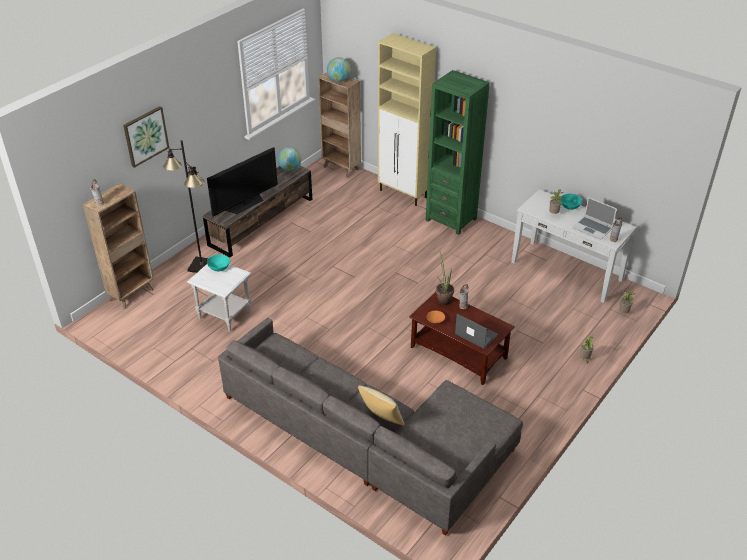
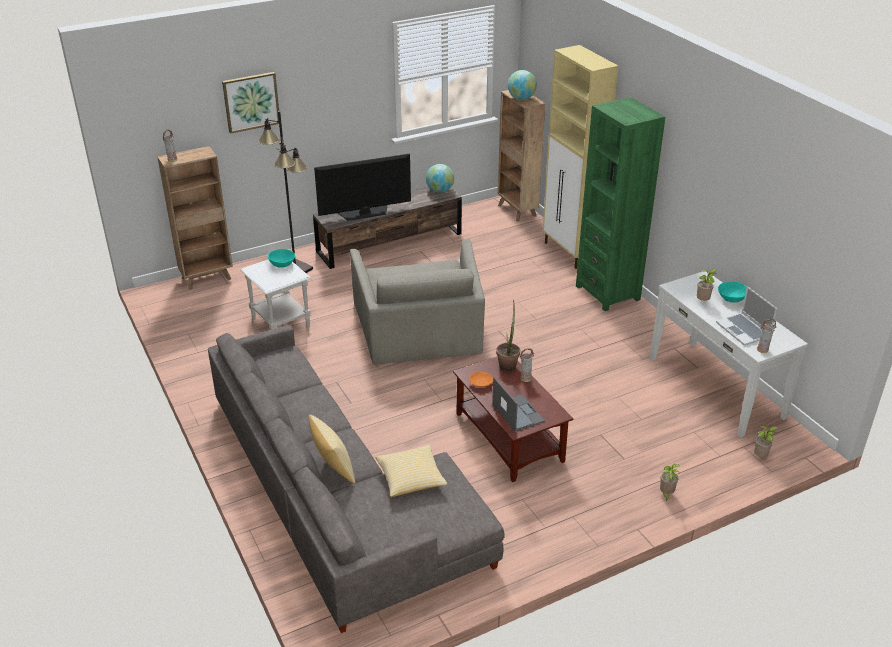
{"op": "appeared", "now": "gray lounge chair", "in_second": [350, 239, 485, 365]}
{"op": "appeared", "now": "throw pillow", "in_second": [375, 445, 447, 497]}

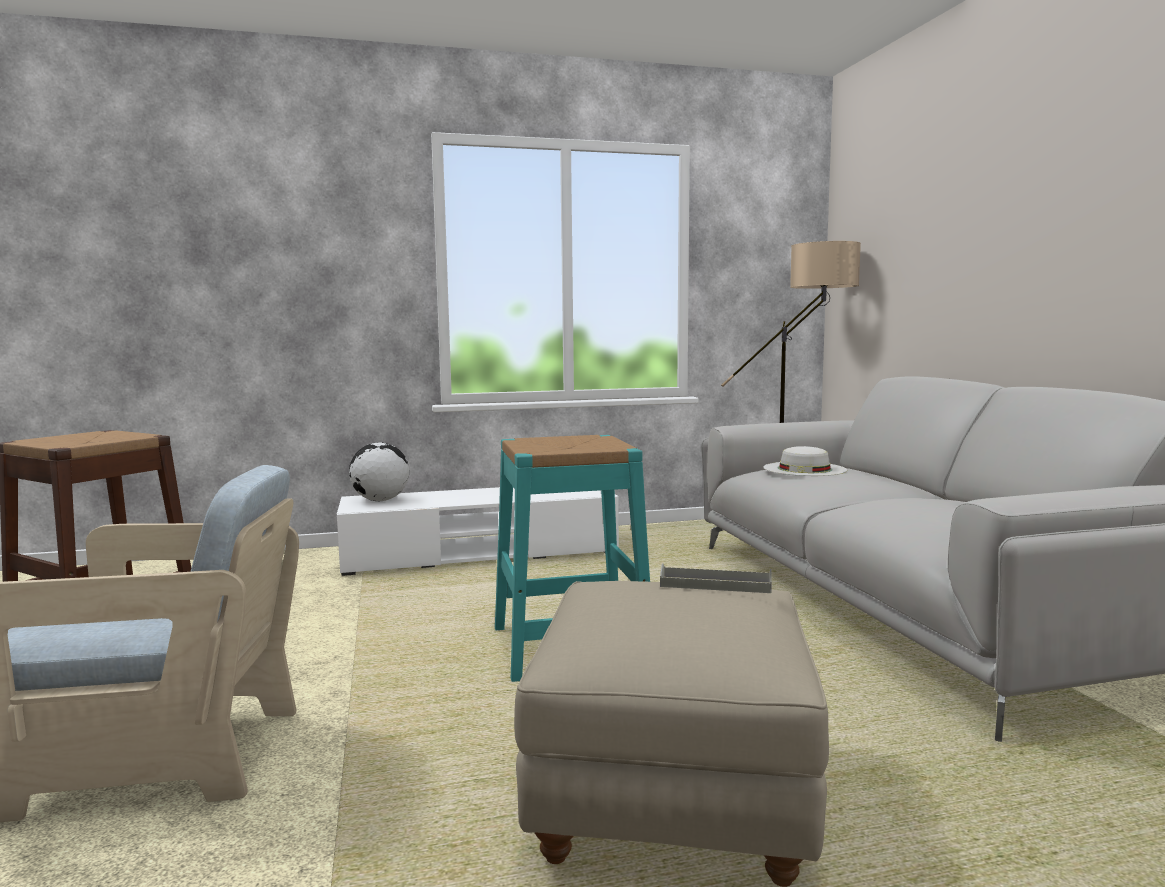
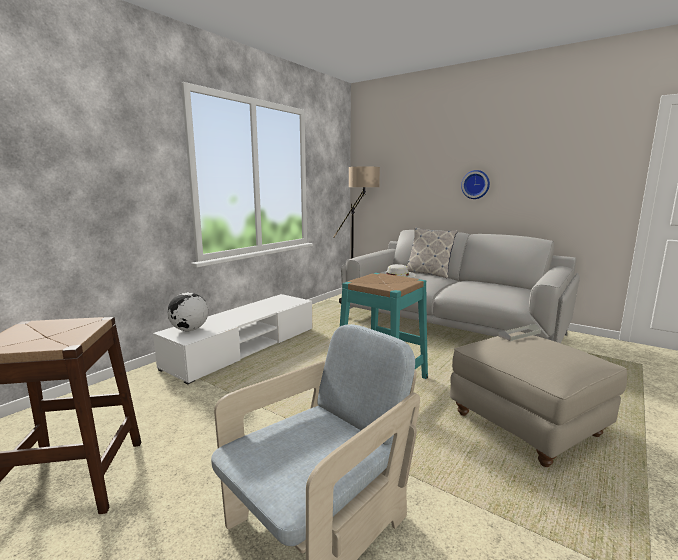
{"op": "appeared", "now": "hanging clock", "in_second": [461, 170, 490, 199]}
{"op": "appeared", "now": "throw pillow", "in_second": [407, 227, 458, 278]}

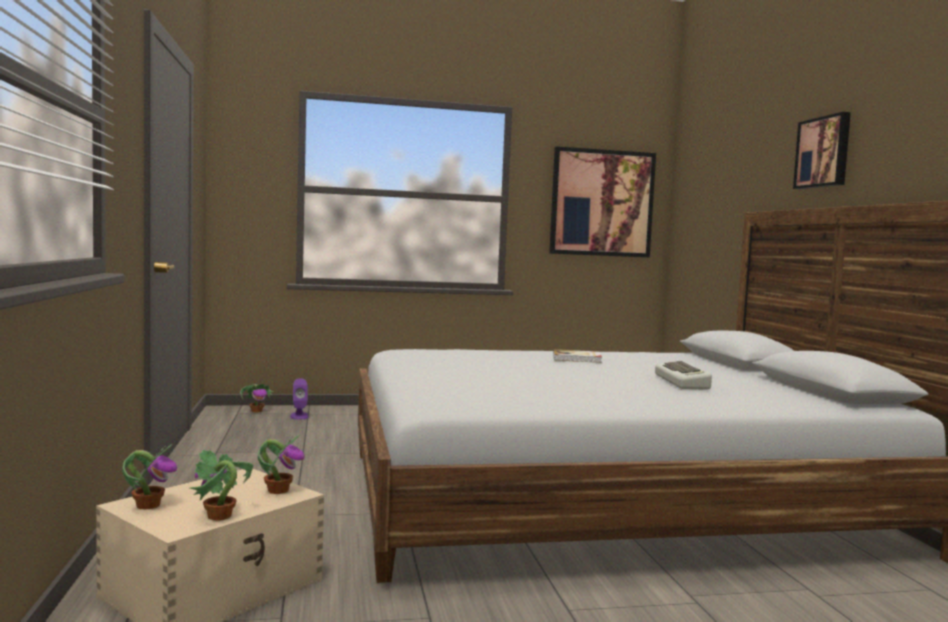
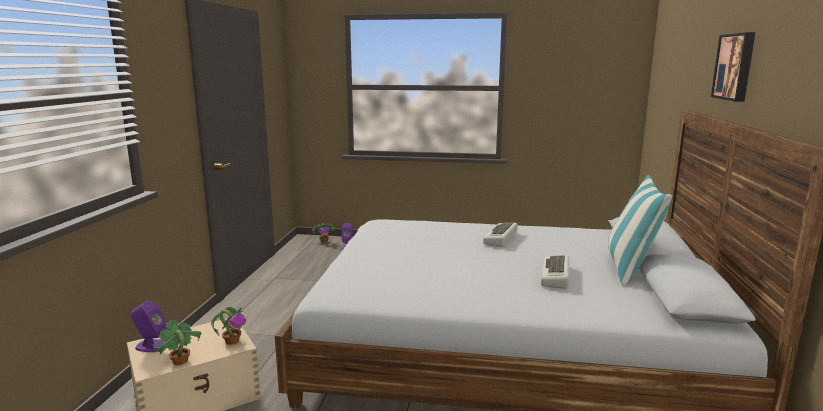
{"op": "missing", "was": "wall art", "in_first": [549, 146, 656, 257]}
{"op": "exchanged", "was": "bound book", "now": "computer keyboard", "in_first": [553, 349, 602, 363], "in_second": [483, 223, 518, 247]}
{"op": "exchanged", "was": "potted plant", "now": "purple-coloured loudspeaker", "in_first": [122, 444, 177, 509], "in_second": [131, 301, 167, 352]}
{"op": "appeared", "now": "throw pillow", "in_second": [608, 175, 672, 285]}

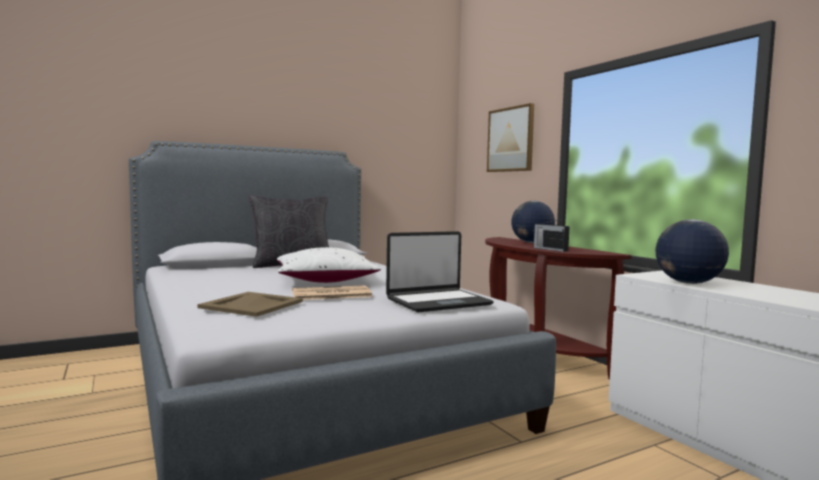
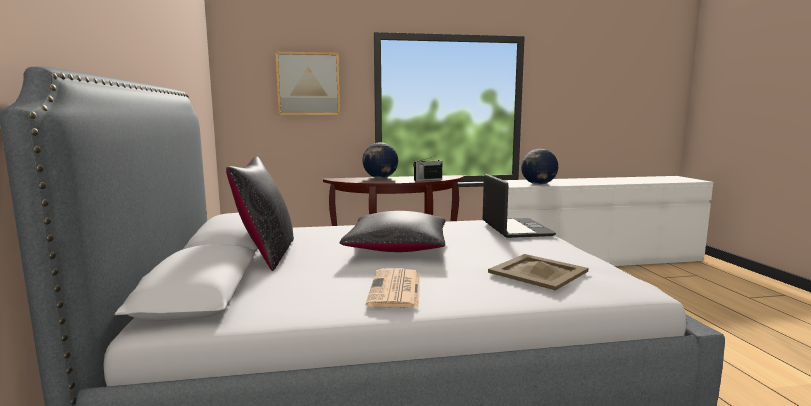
{"op": "colour", "was": "white-coloured throw pillow", "now": "black throw pillow", "in_first": [277, 247, 381, 283], "in_second": [340, 211, 445, 252]}
{"op": "relocated", "was": "newspaper", "in_first": [292, 285, 373, 300], "in_second": [366, 269, 420, 308]}

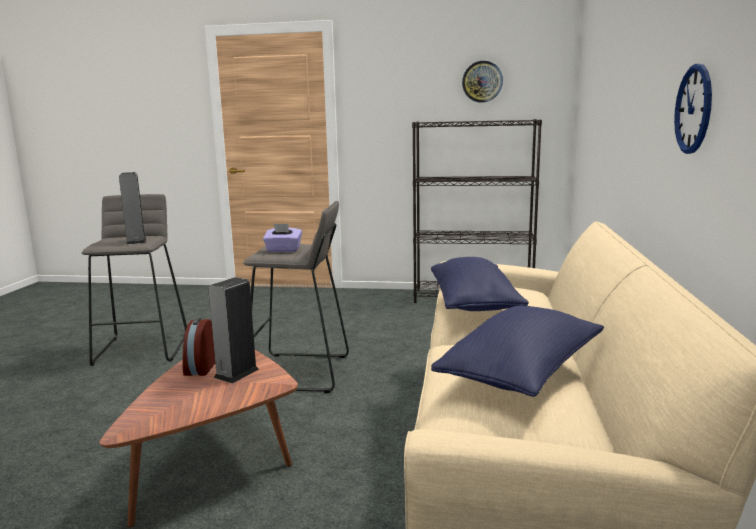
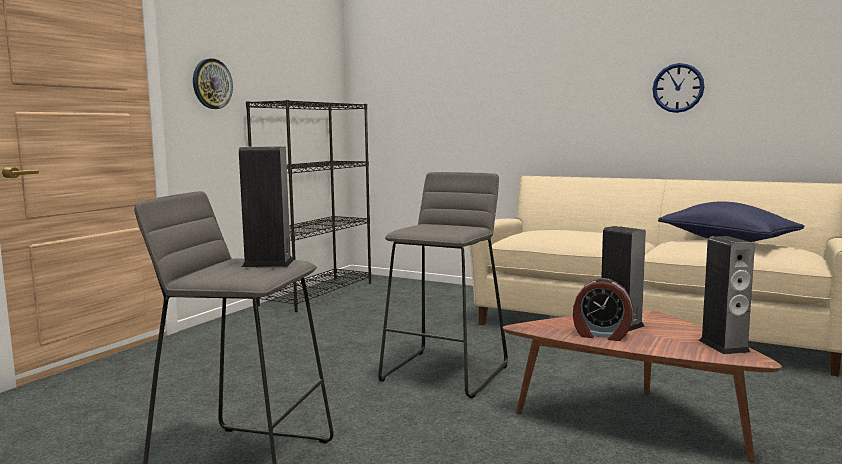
{"op": "relocated", "was": "hanging clock", "in_first": [462, 61, 503, 103], "in_second": [193, 58, 233, 109]}
{"op": "missing", "was": "purple-coloured tissue box", "in_first": [263, 224, 302, 252]}
{"op": "missing", "was": "bluish throw pillow", "in_first": [431, 257, 529, 311]}
{"op": "appeared", "now": "loudspeaker", "in_second": [698, 236, 755, 354]}

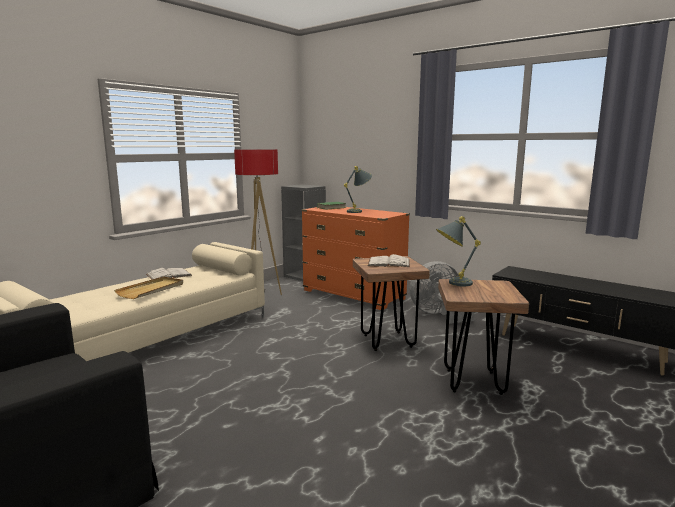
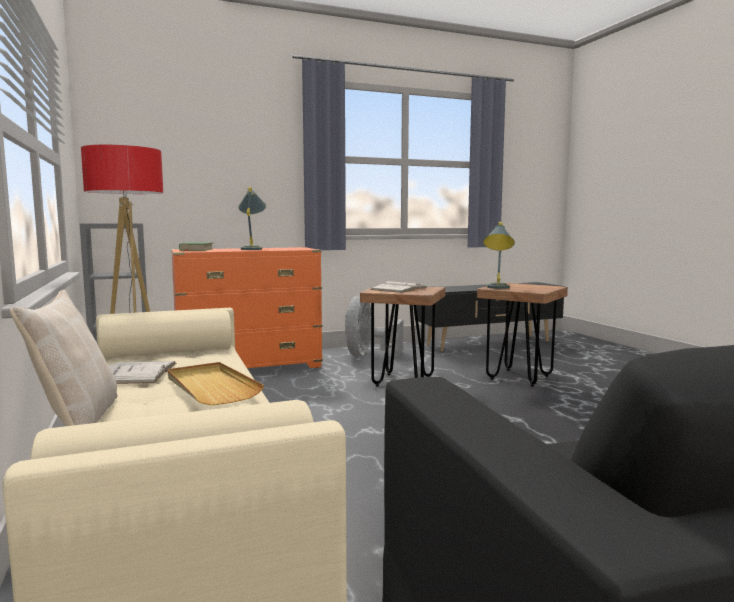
{"op": "appeared", "now": "sand-coloured throw pillow", "in_second": [10, 290, 117, 426]}

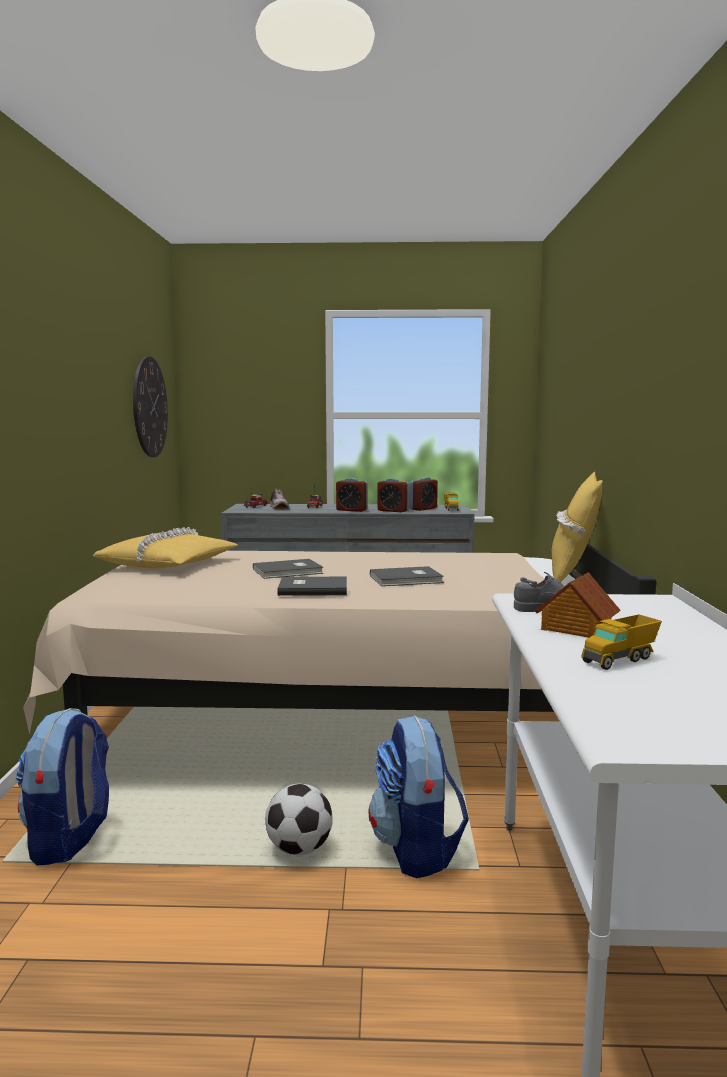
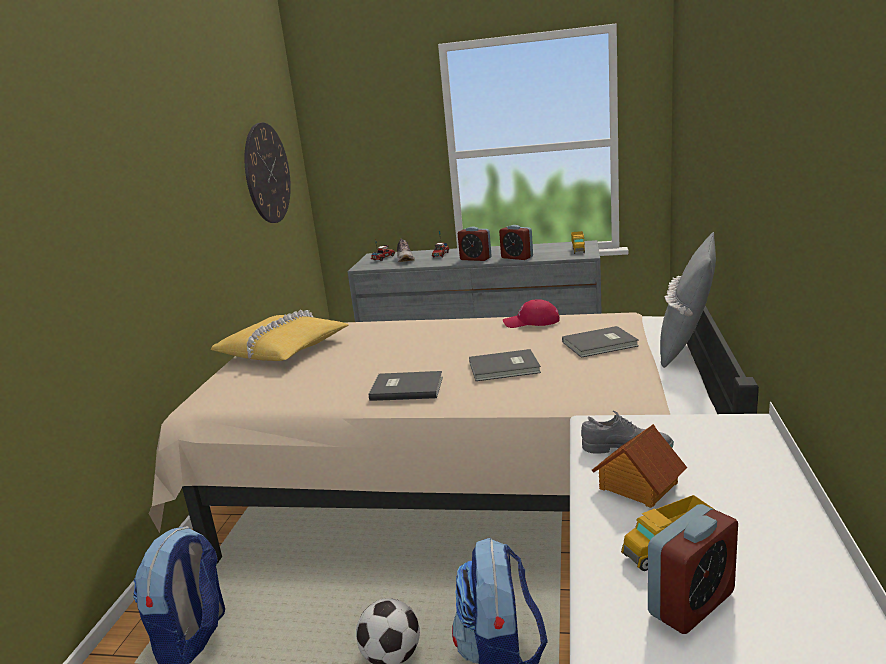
{"op": "colour", "was": "yellowish throw pillow", "now": "gray throw pillow", "in_first": [552, 472, 603, 582], "in_second": [660, 232, 716, 368]}
{"op": "relocated", "was": "table clock", "in_first": [409, 477, 438, 511], "in_second": [648, 504, 738, 634]}
{"op": "relocated", "was": "gray bound book", "in_first": [253, 559, 324, 579], "in_second": [562, 326, 639, 358]}
{"op": "appeared", "now": "red-coloured peaked cap", "in_second": [503, 299, 560, 328]}

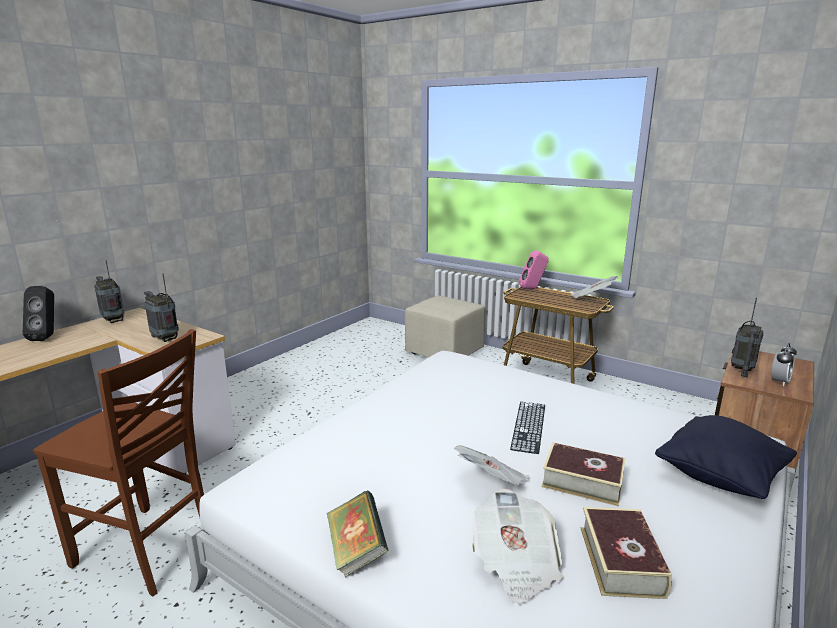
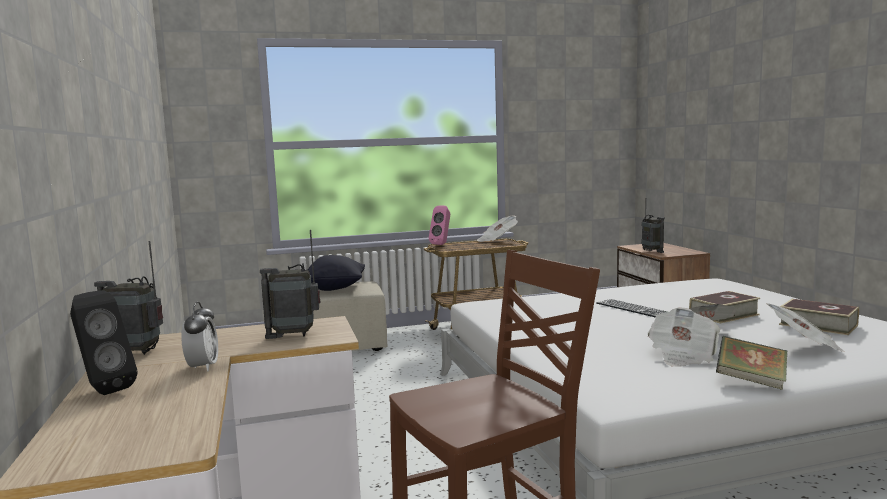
{"op": "relocated", "was": "table clock", "in_first": [771, 343, 797, 386], "in_second": [181, 302, 218, 371]}
{"op": "relocated", "was": "black throw pillow", "in_first": [655, 415, 797, 499], "in_second": [308, 255, 365, 291]}
{"op": "appeared", "now": "newspaper", "in_second": [648, 308, 720, 367]}

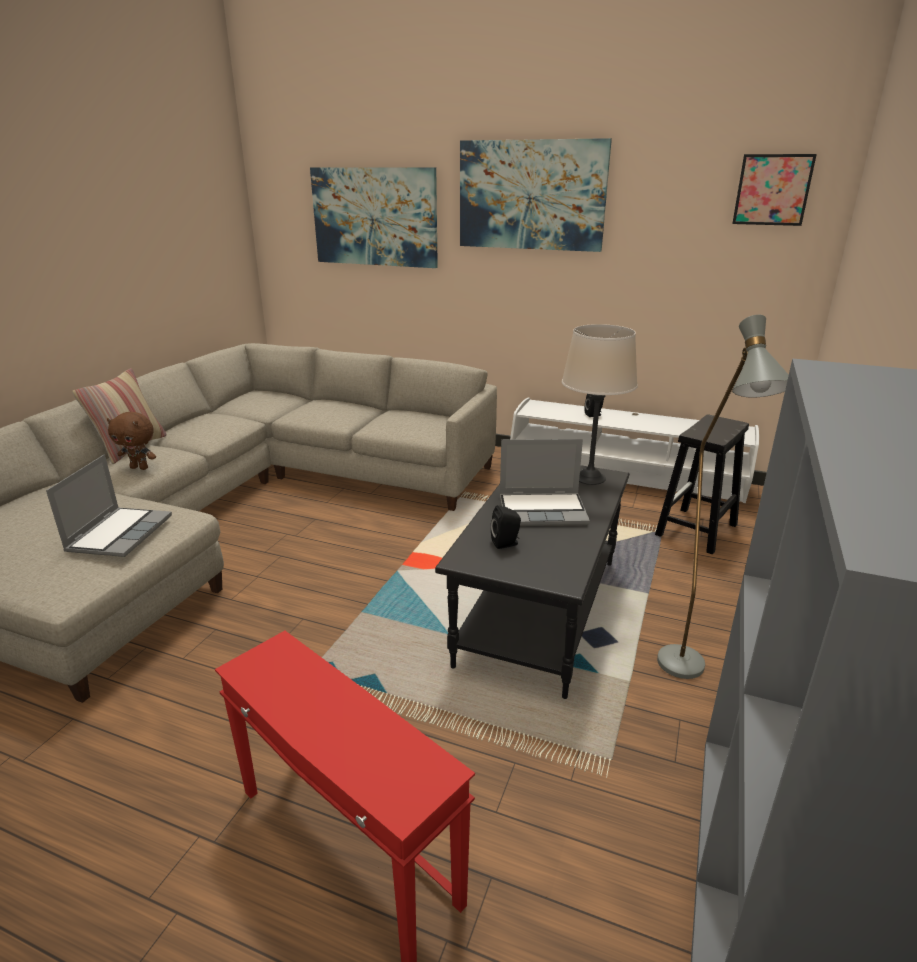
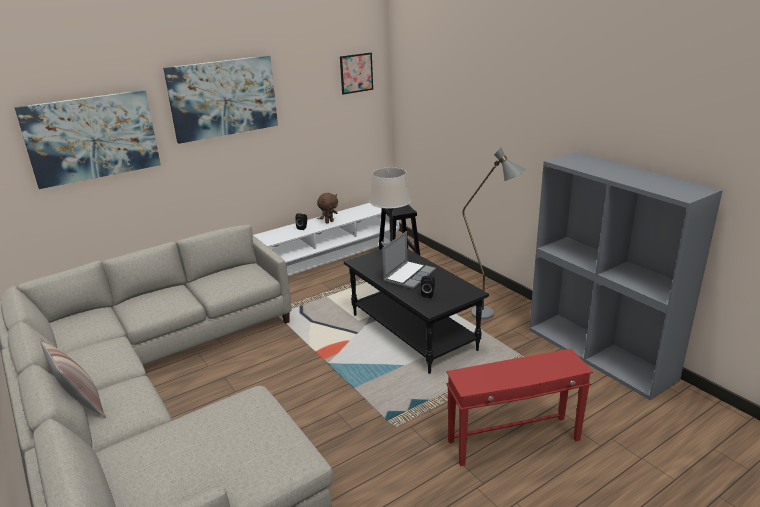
{"op": "relocated", "was": "brownish plush toy", "in_first": [107, 412, 156, 470], "in_second": [317, 193, 338, 224]}
{"op": "missing", "was": "portable computer", "in_first": [46, 454, 172, 557]}

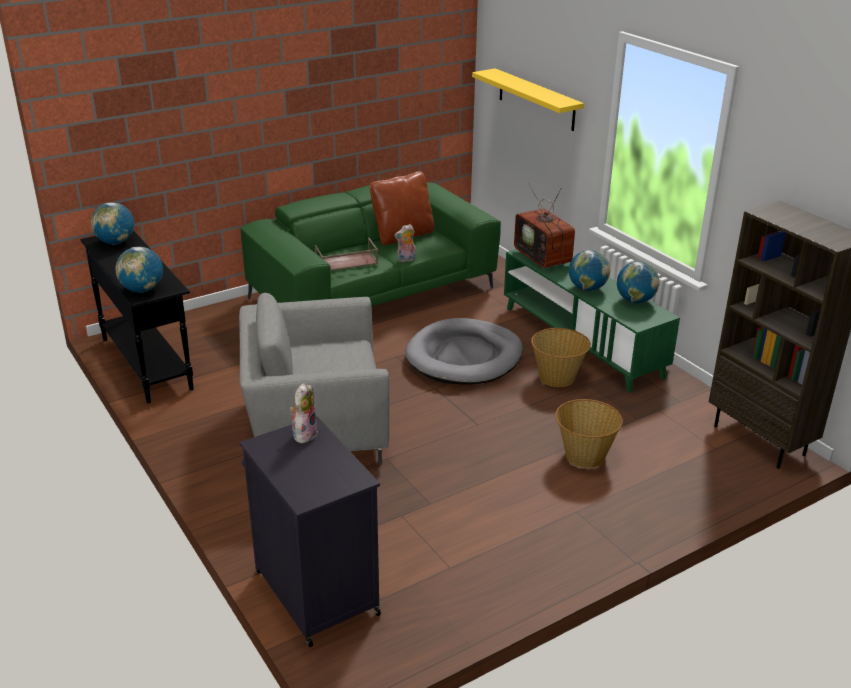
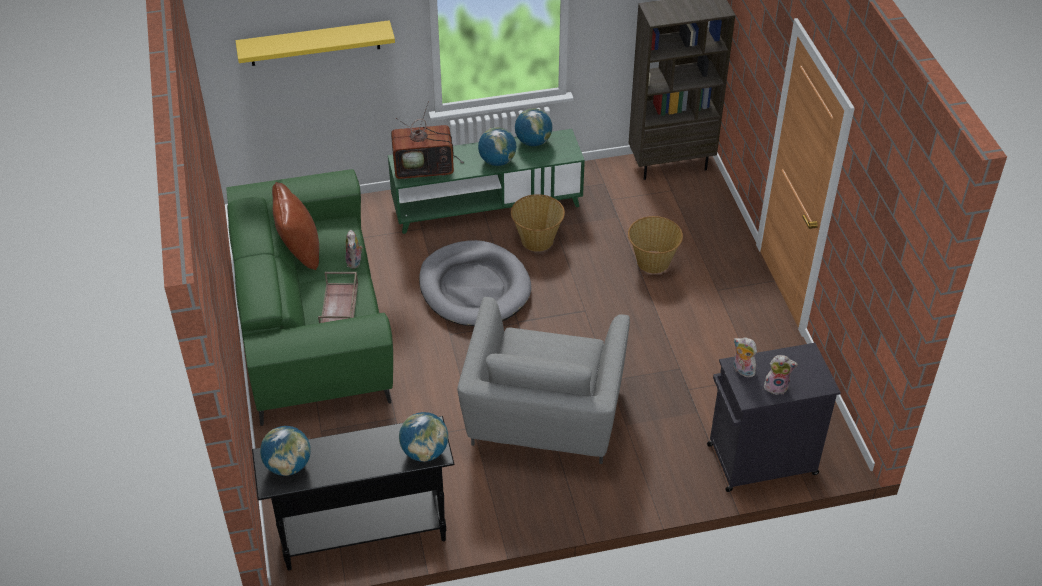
{"op": "appeared", "now": "plush toy", "in_second": [763, 355, 798, 395]}

